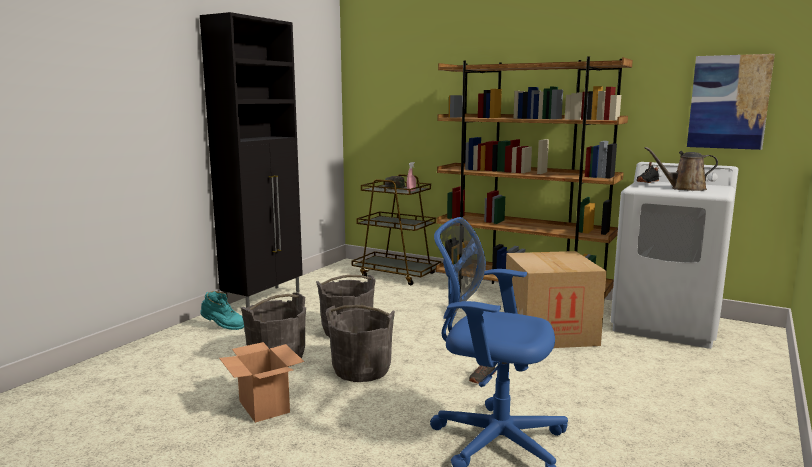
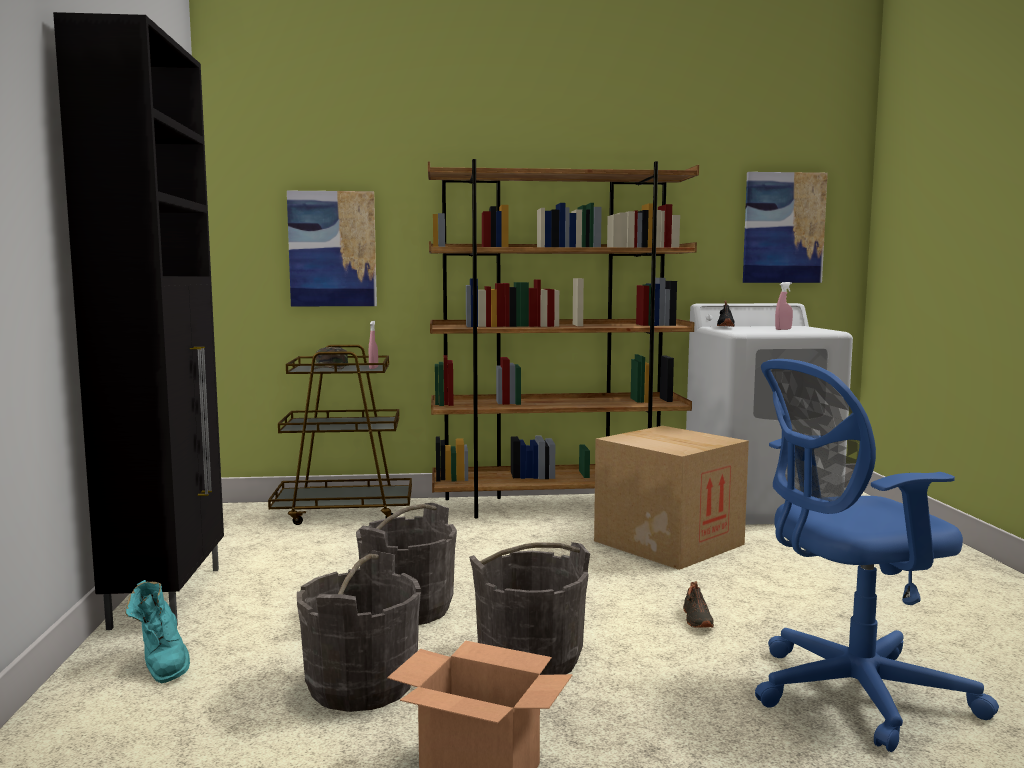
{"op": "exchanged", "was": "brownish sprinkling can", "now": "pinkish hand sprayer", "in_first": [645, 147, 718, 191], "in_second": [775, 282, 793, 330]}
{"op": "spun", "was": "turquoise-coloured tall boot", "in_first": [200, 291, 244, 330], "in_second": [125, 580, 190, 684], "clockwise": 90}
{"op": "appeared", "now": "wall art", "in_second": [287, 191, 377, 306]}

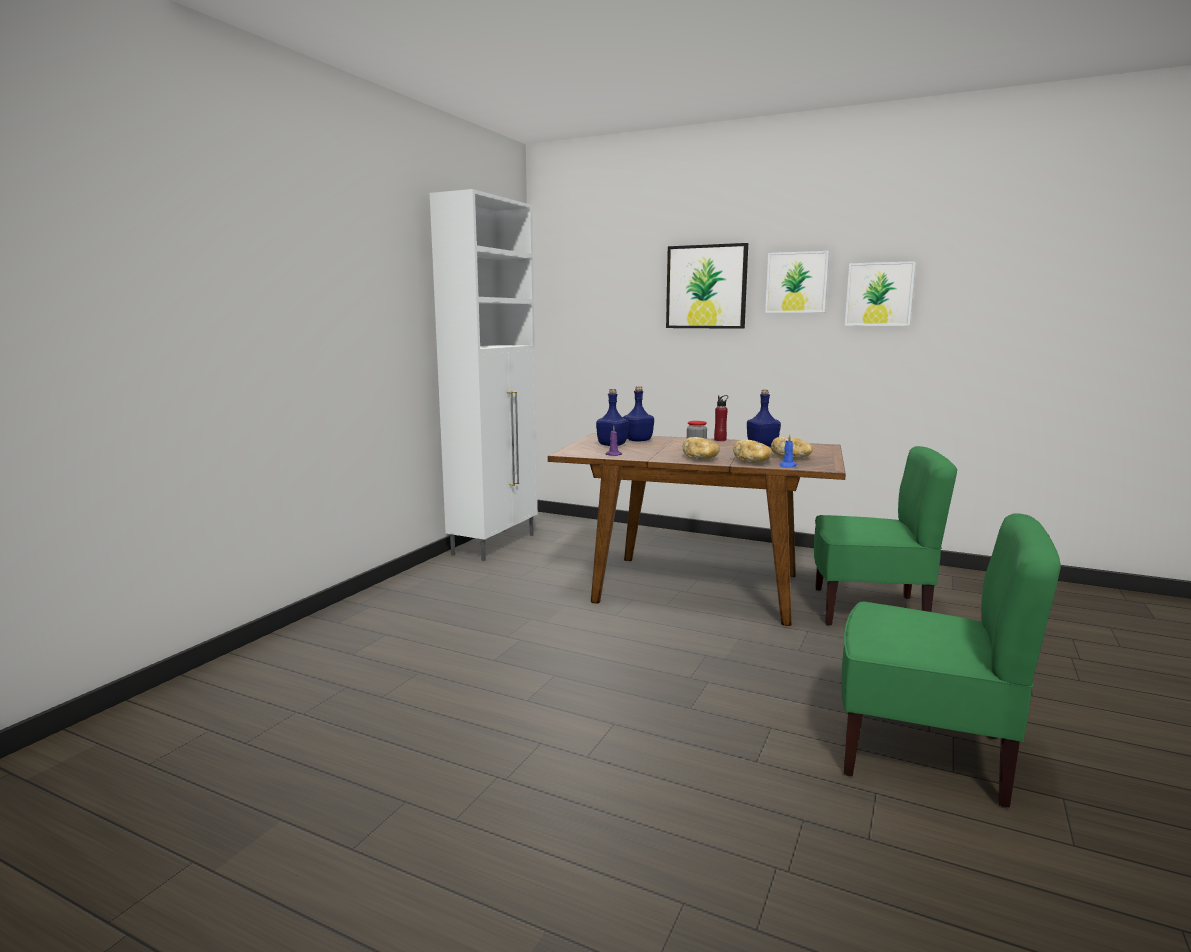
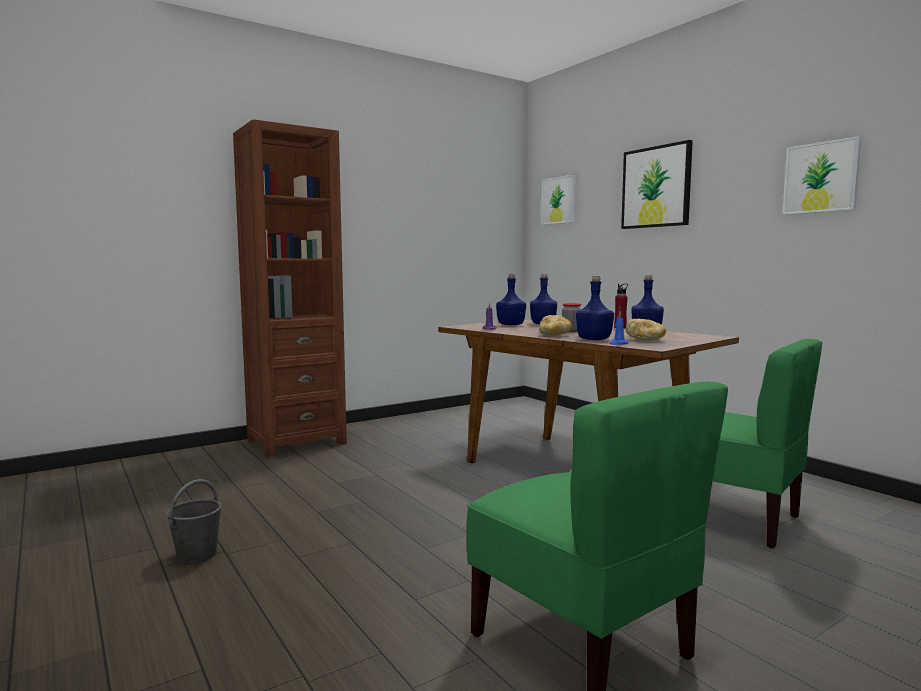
{"op": "missing", "was": "white-coloured storage cabinet", "in_first": [430, 189, 538, 561]}
{"op": "relocated", "was": "wall art", "in_first": [765, 251, 829, 313], "in_second": [541, 174, 576, 225]}
{"op": "exchanged", "was": "bakery bread", "now": "bluish bottle", "in_first": [733, 440, 772, 463], "in_second": [576, 276, 614, 340]}
{"op": "appeared", "now": "brownish bookcase", "in_second": [233, 119, 347, 458]}
{"op": "appeared", "now": "gray bucket", "in_second": [166, 479, 222, 564]}

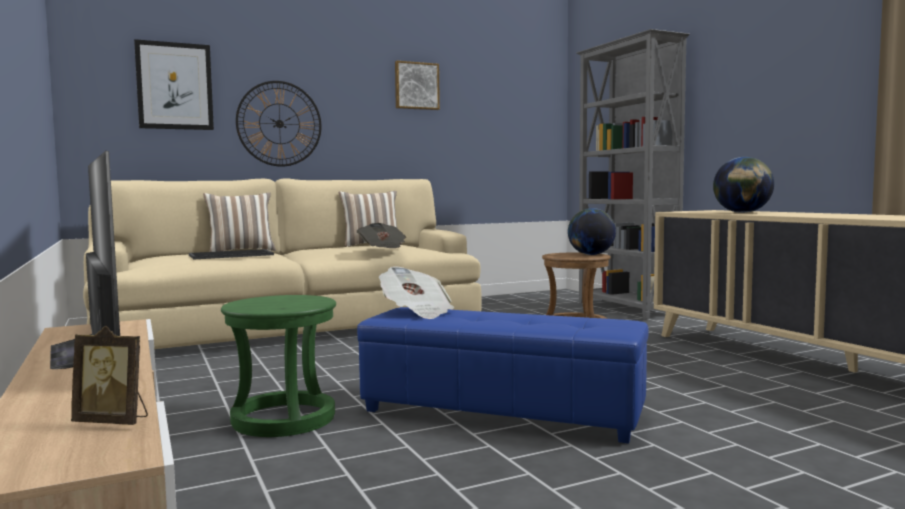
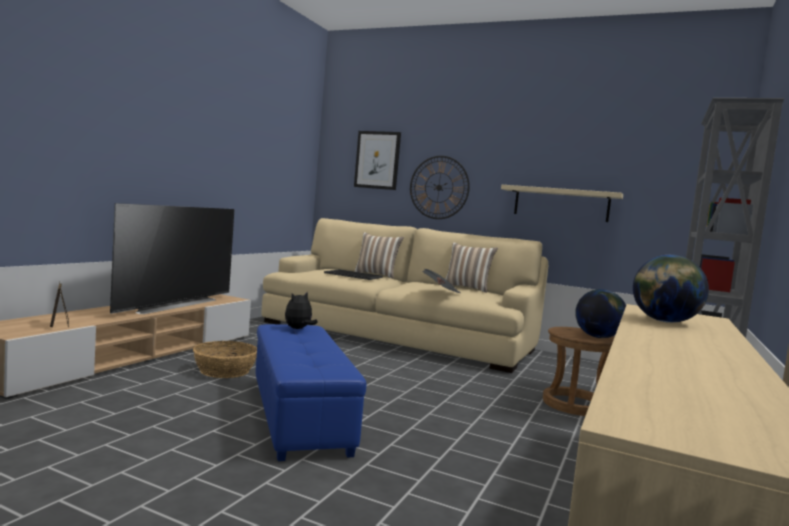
{"op": "missing", "was": "wall art", "in_first": [395, 61, 440, 110]}
{"op": "exchanged", "was": "newspaper", "now": "plush toy", "in_first": [379, 266, 454, 319], "in_second": [285, 292, 318, 329]}
{"op": "exchanged", "was": "greenish stool", "now": "storage basket", "in_first": [221, 295, 336, 437], "in_second": [193, 341, 257, 378]}
{"op": "appeared", "now": "sand-coloured bracket shelf", "in_second": [501, 185, 623, 222]}

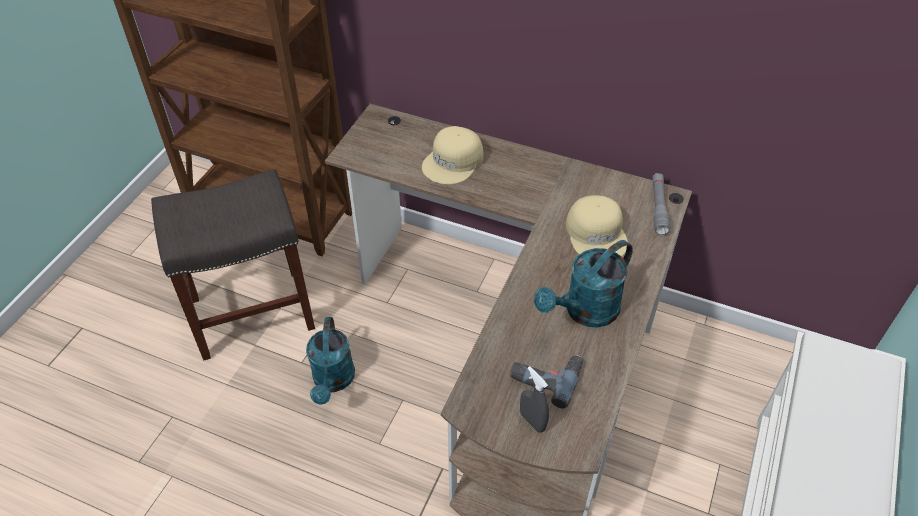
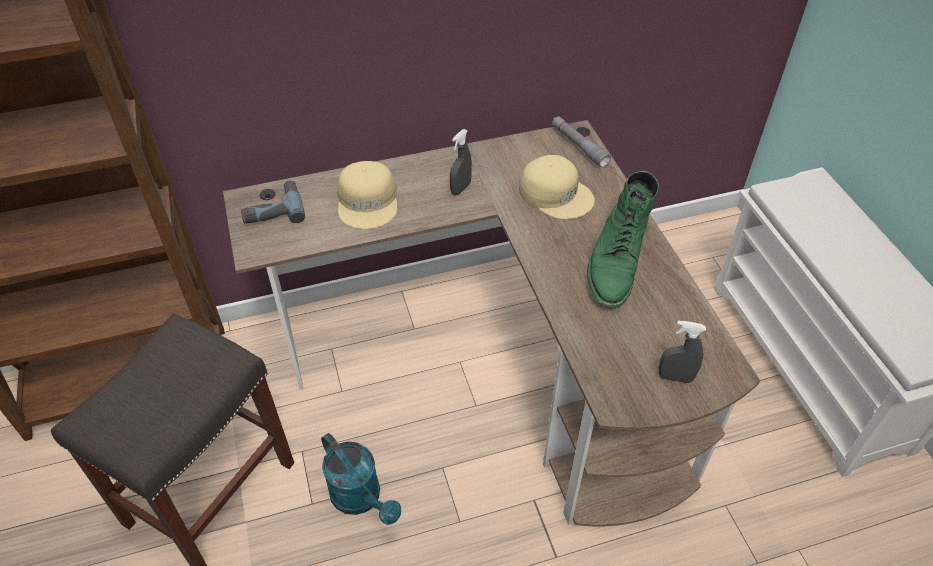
{"op": "exchanged", "was": "turquoise-coloured sprinkling can", "now": "greenish tall boot", "in_first": [534, 240, 633, 328], "in_second": [587, 171, 659, 308]}
{"op": "relocated", "was": "power drill", "in_first": [510, 355, 583, 408], "in_second": [241, 180, 305, 223]}
{"op": "appeared", "now": "gray hand sprayer", "in_second": [450, 129, 472, 196]}

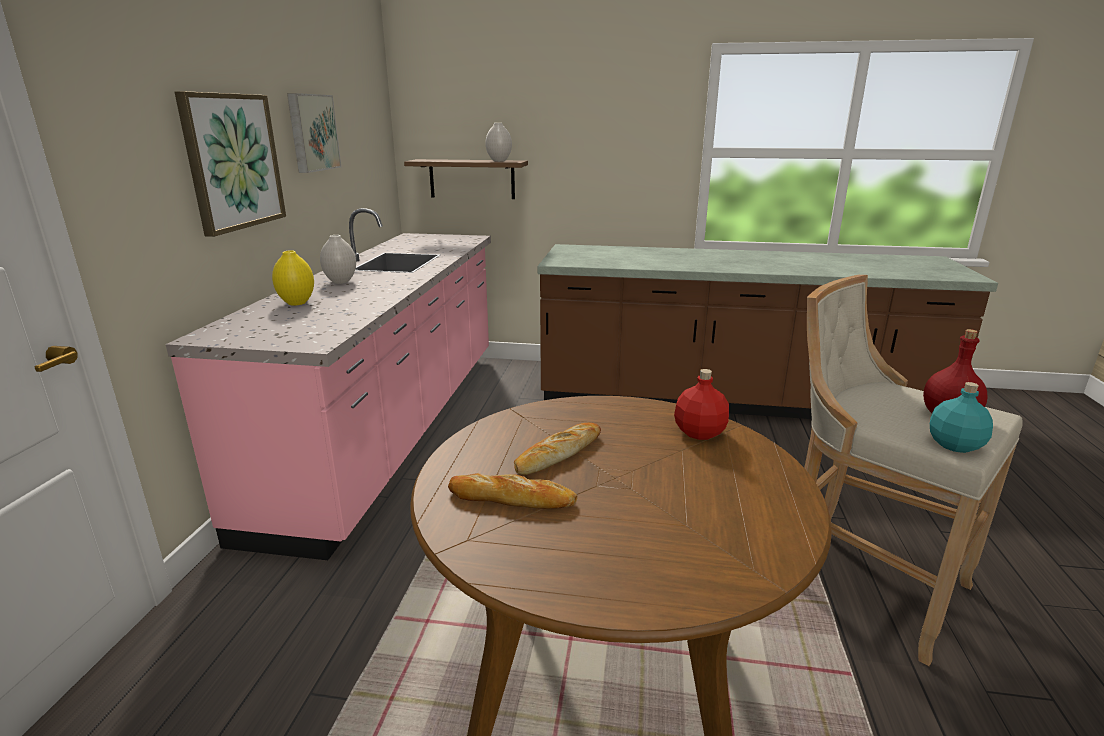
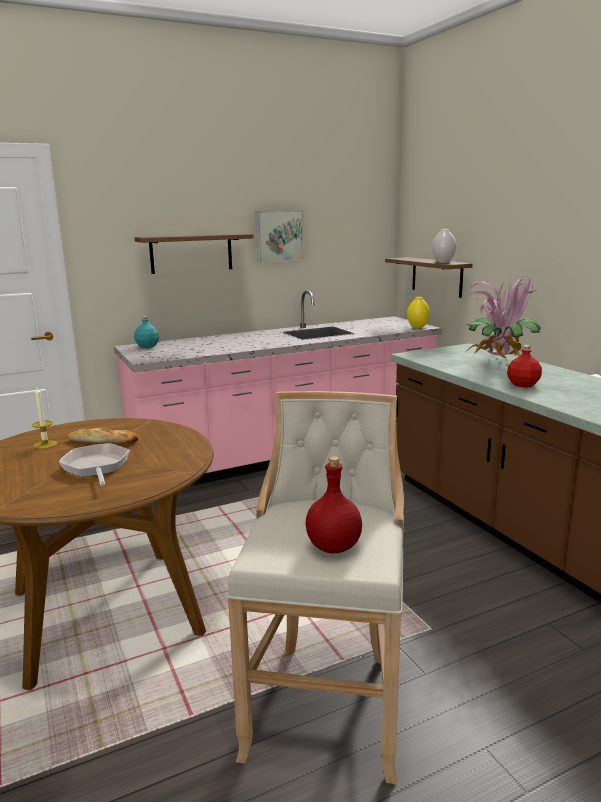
{"op": "exchanged", "was": "wall art", "now": "bracket shelf", "in_first": [175, 91, 286, 237], "in_second": [135, 233, 253, 274]}
{"op": "missing", "was": "white-coloured vase", "in_first": [320, 235, 356, 284]}
{"op": "relocated", "was": "yellowish vase", "in_first": [272, 250, 314, 306], "in_second": [407, 297, 430, 328]}
{"op": "relocated", "was": "red-coloured bottle", "in_first": [674, 369, 729, 440], "in_second": [507, 345, 542, 388]}
{"op": "relocated", "was": "turquoise-coloured bottle", "in_first": [930, 382, 993, 453], "in_second": [134, 316, 159, 348]}
{"op": "exchanged", "was": "bakery bread", "now": "wax light", "in_first": [448, 473, 578, 509], "in_second": [32, 387, 58, 449]}
{"op": "appeared", "now": "potted plant", "in_second": [467, 277, 541, 359]}
{"op": "appeared", "now": "frying pan", "in_second": [59, 443, 130, 486]}

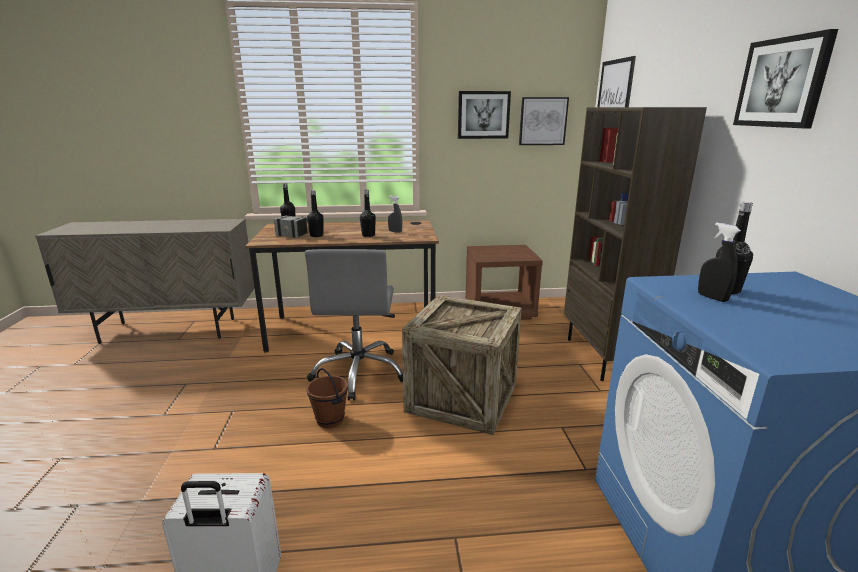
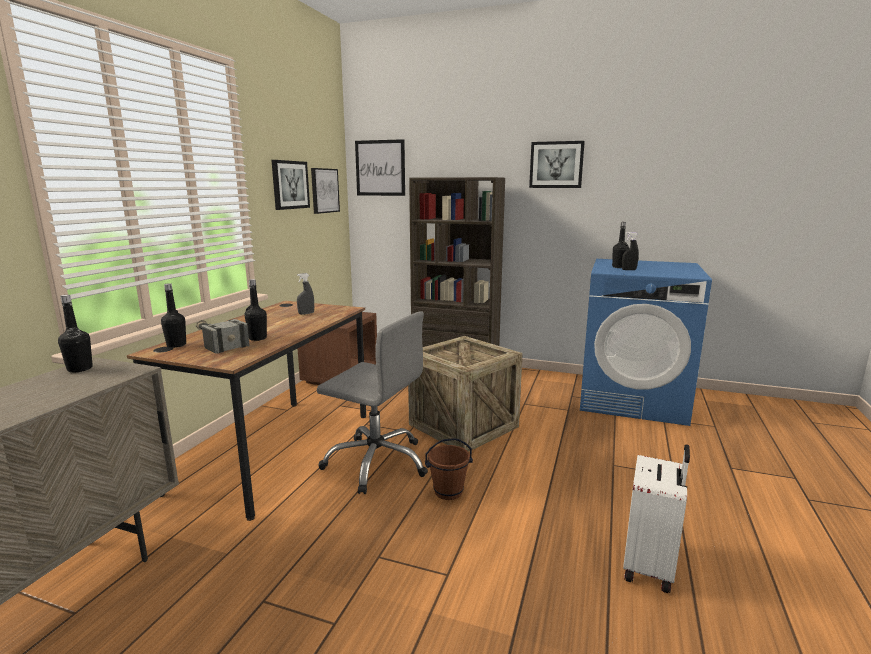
{"op": "relocated", "was": "black bottle", "in_first": [360, 190, 376, 237], "in_second": [58, 295, 93, 372]}

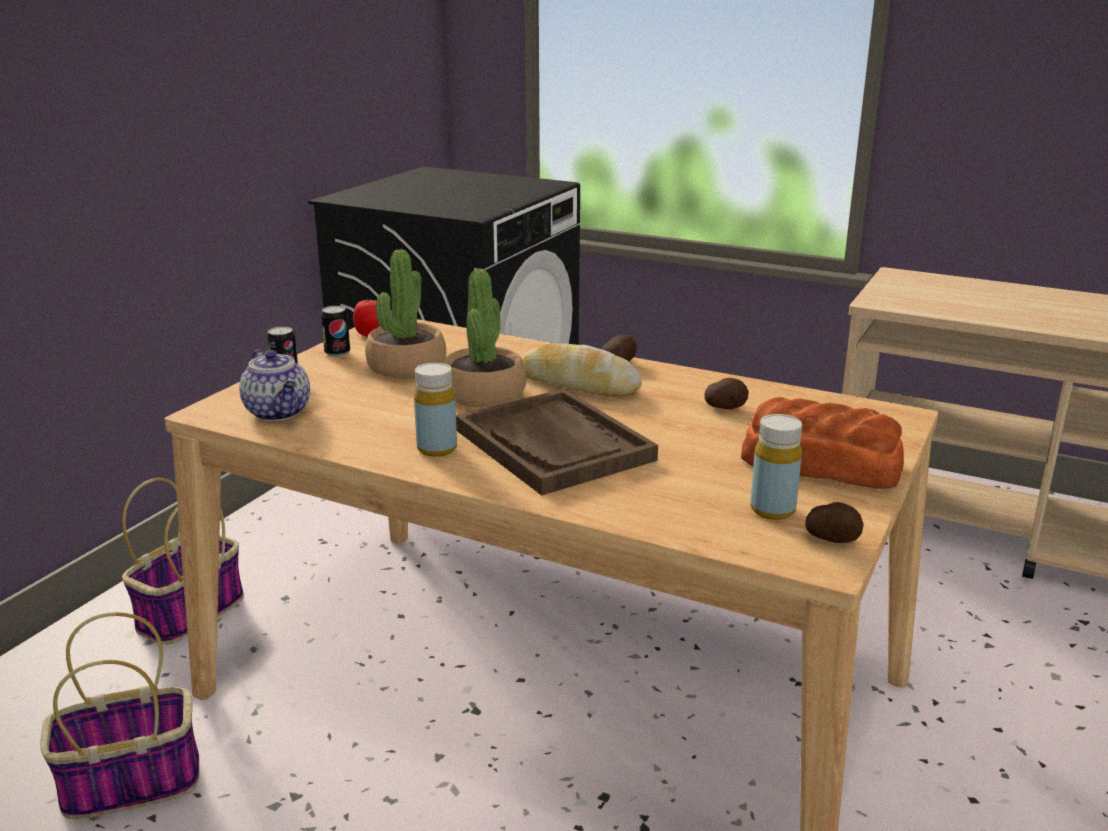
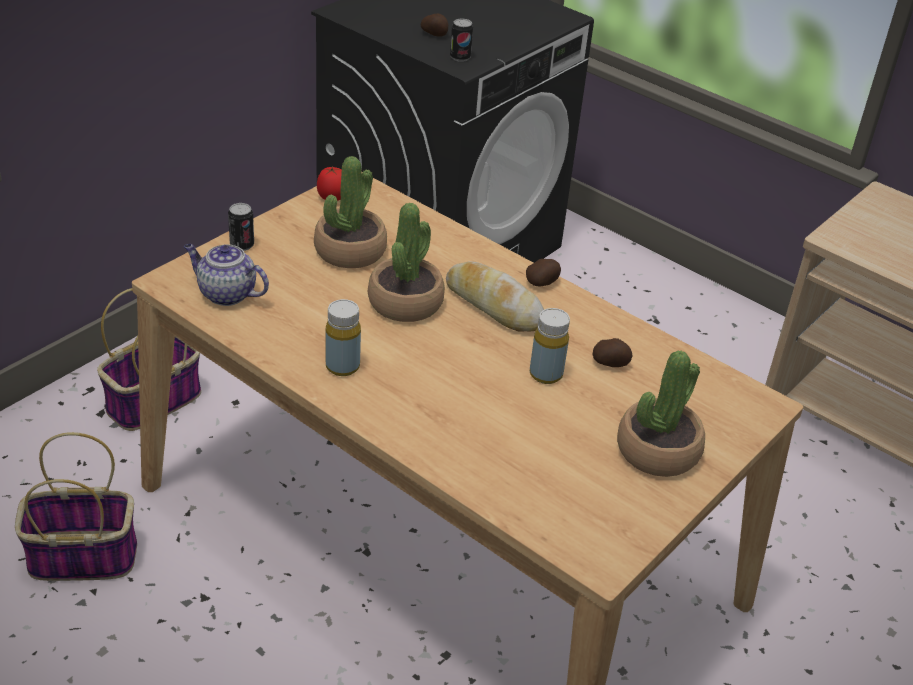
{"op": "relocated", "was": "sealed can", "in_first": [321, 306, 350, 357], "in_second": [450, 19, 473, 62]}
{"op": "spun", "was": "pot for tea", "in_first": [239, 349, 310, 421], "in_second": [184, 244, 269, 306], "clockwise": 135}
{"op": "missing", "was": "brownish serving tray", "in_first": [456, 389, 658, 496]}
{"op": "exchanged", "was": "bakery bread", "now": "potted plant", "in_first": [741, 397, 904, 489], "in_second": [617, 350, 705, 477]}
{"op": "relocated", "was": "yellowish bottle", "in_first": [750, 414, 802, 520], "in_second": [530, 308, 570, 384]}
{"op": "relocated", "was": "potato", "in_first": [805, 502, 864, 543], "in_second": [421, 14, 448, 36]}

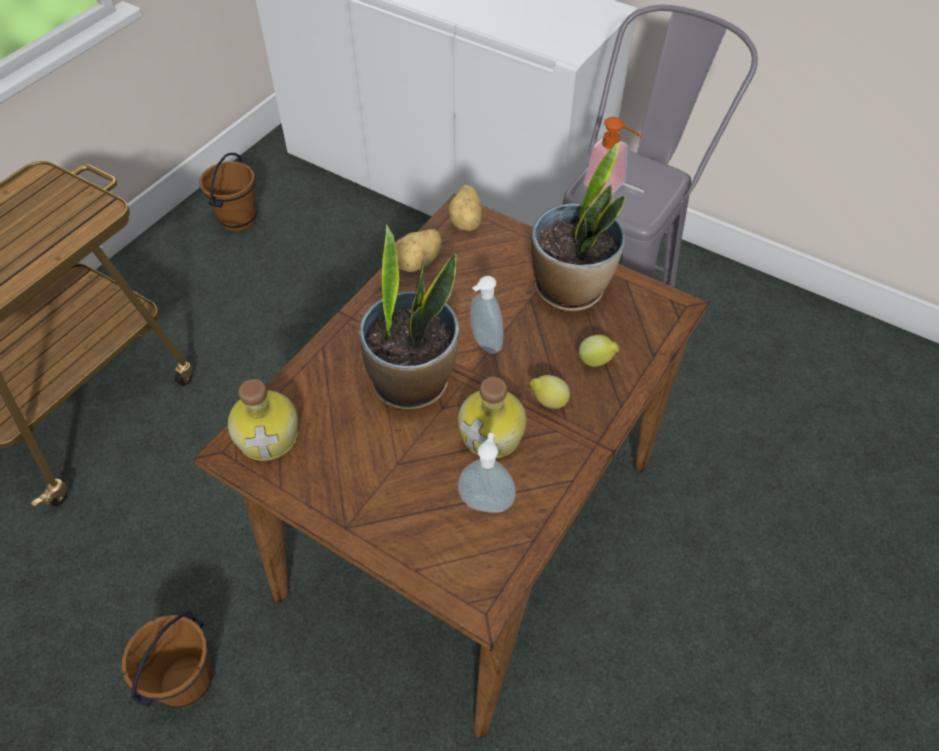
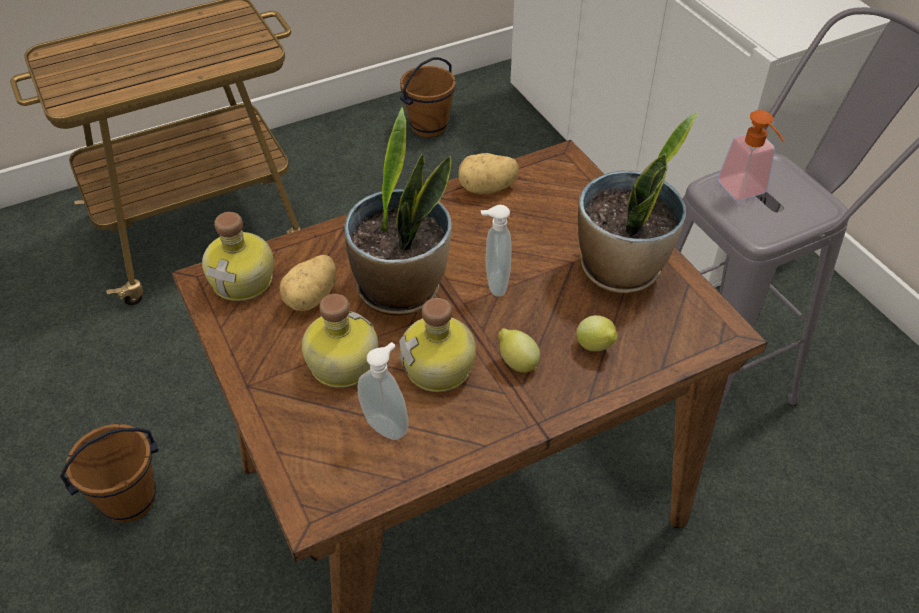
{"op": "relocated", "was": "potato", "in_first": [448, 185, 483, 231], "in_second": [279, 255, 336, 311]}
{"op": "appeared", "now": "bottle", "in_second": [302, 294, 378, 388]}

